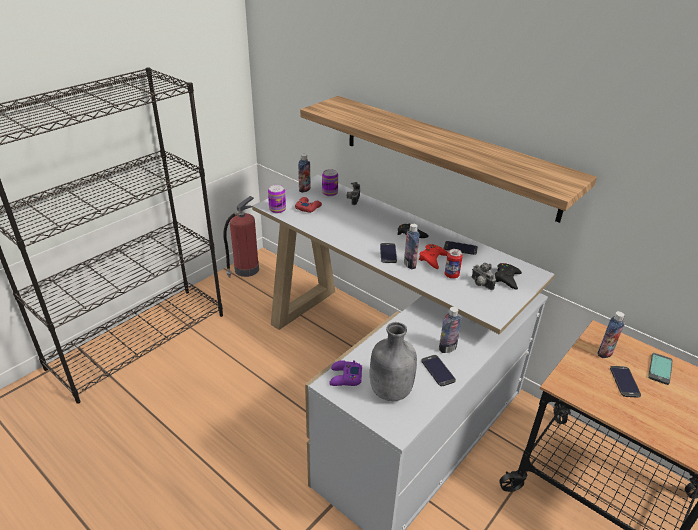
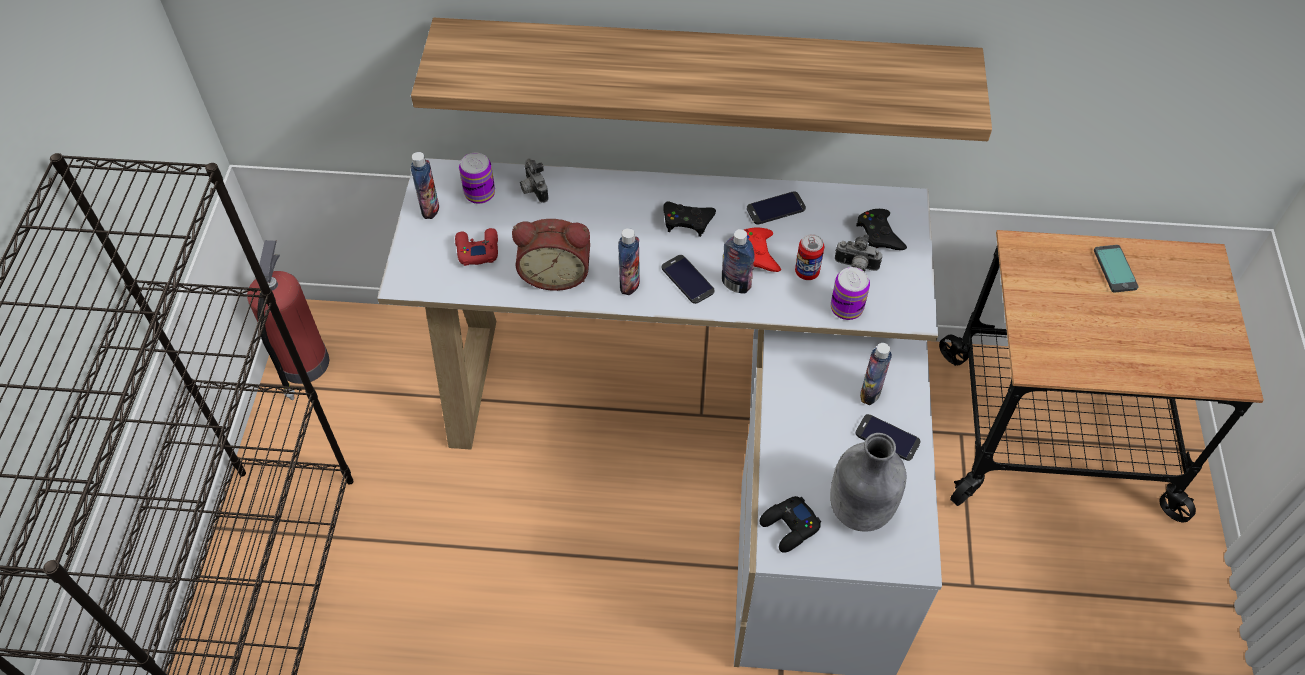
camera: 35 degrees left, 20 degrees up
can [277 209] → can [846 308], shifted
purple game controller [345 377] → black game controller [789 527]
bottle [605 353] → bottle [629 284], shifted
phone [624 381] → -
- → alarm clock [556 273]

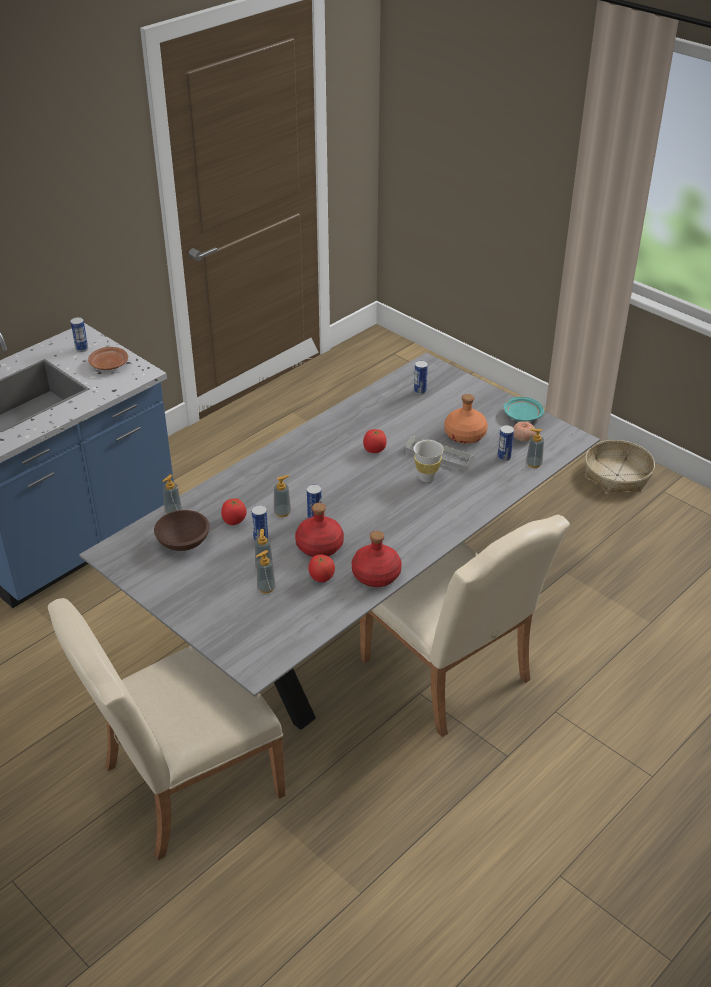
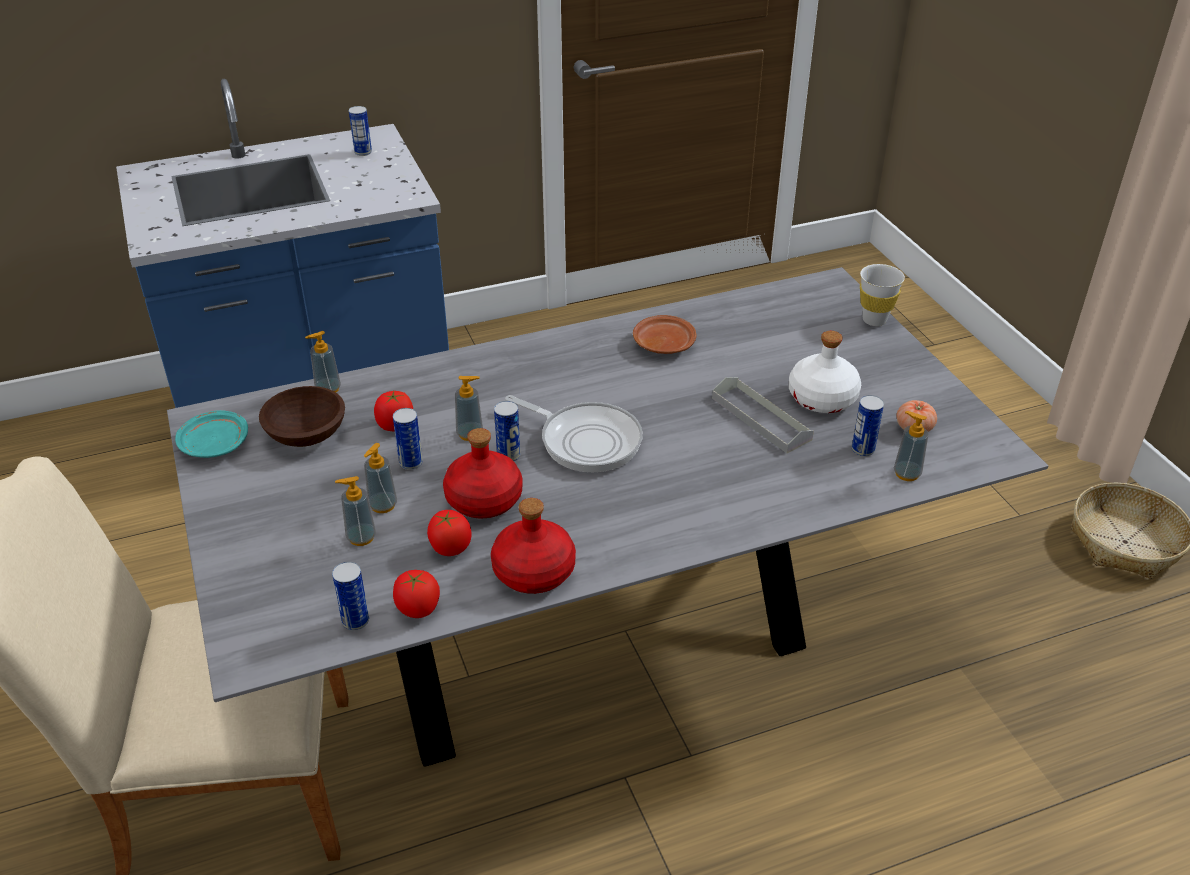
camera: 25 degrees right, 0 degrees up
brown plate [108 364] → brown plate [663 344], shifted
beige chair [452 676] → -
tomato [374 450] → tomato [418 609], shifted
can [420 391] → can [355 621], shifted
white cup [427 477] → white cup [874 320], shifted
orange bottle [464 435] → white bottle [821 398]
turquoise plate [522 415] → turquoise plate [214 444], shifted
- → frying pan [585 440]

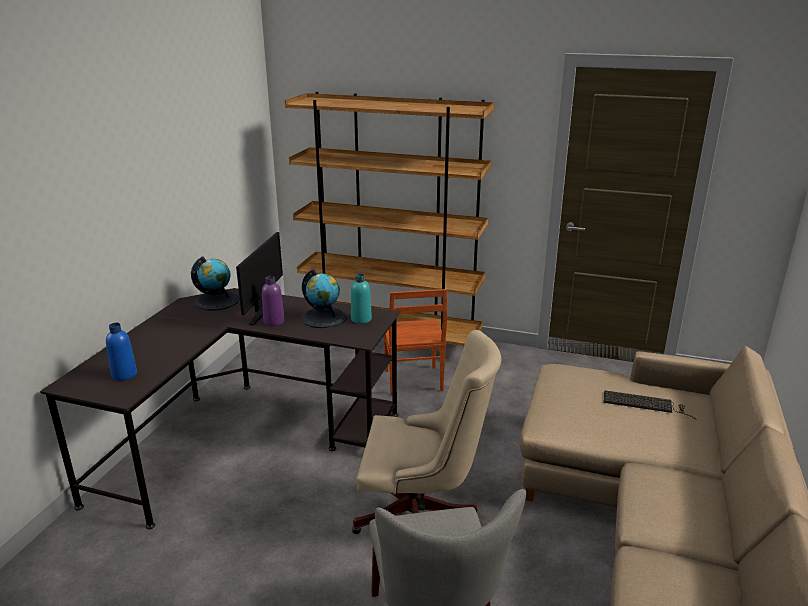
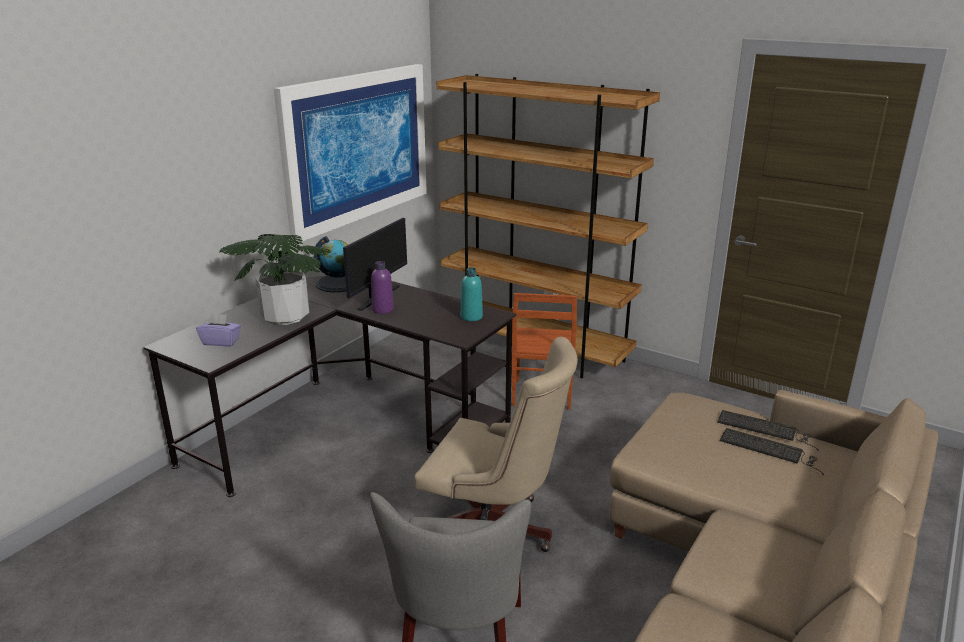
camera: 15 degrees right, 0 degrees up
blue bottle [124 374] → purple tissue box [221 342]
globe [324 317] → -
- → potted plant [285 317]
- → picture [357 147]
- → keyboard [766 429]

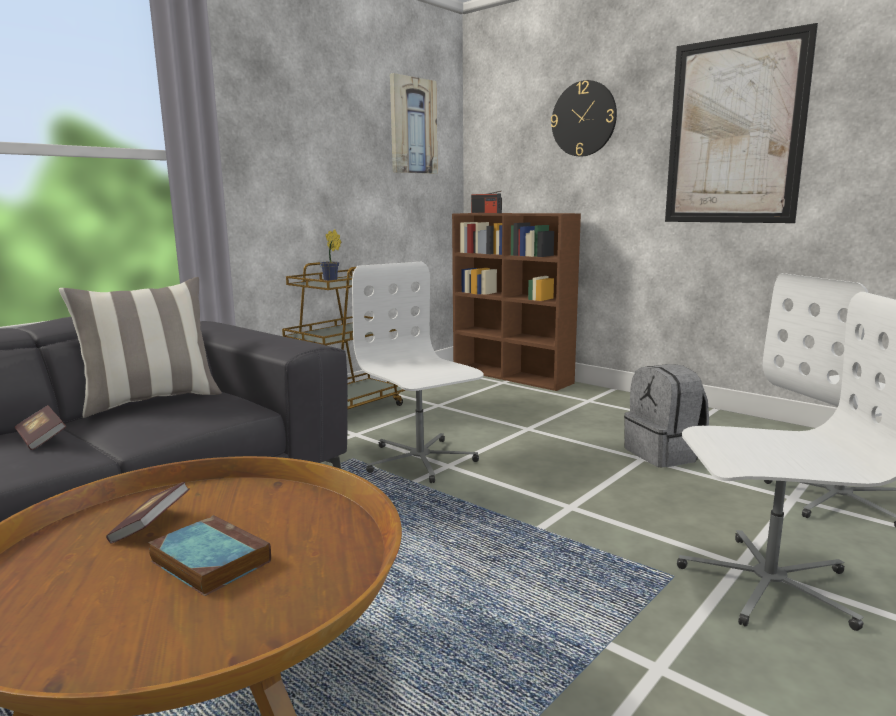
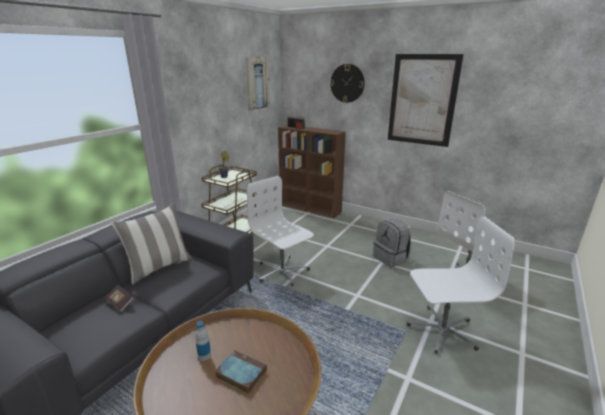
camera: 10 degrees left, 10 degrees up
book [151 527] → bottle [204 356]

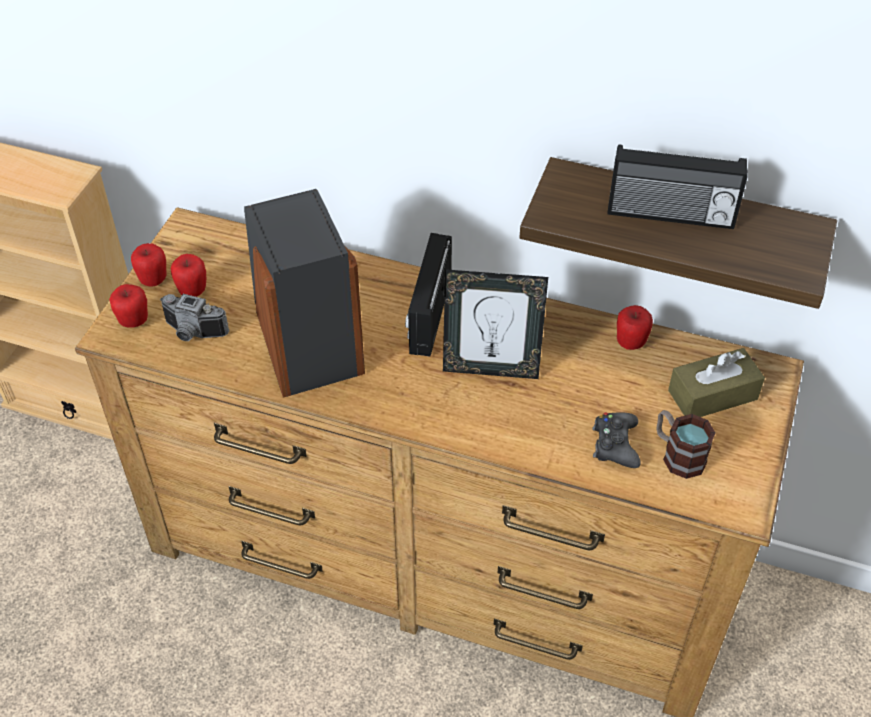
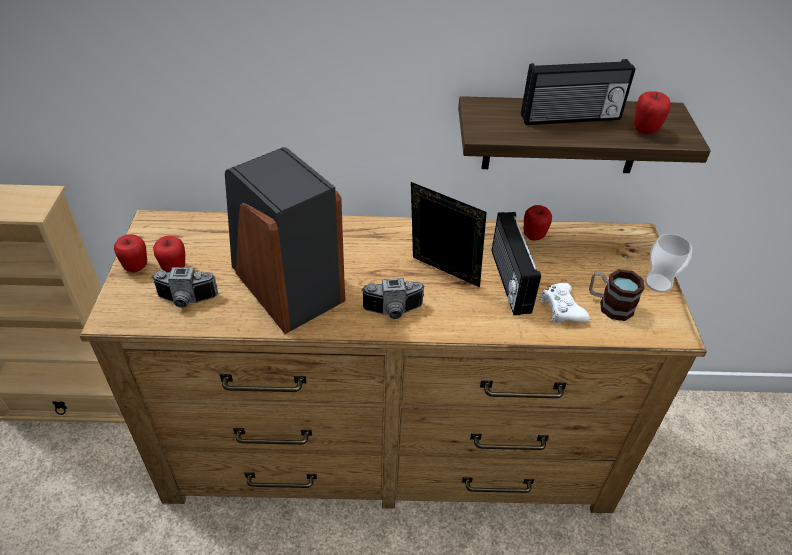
camera: 20 degrees left, 5 degrees down
apple [134 321] → apple [645 130], shifted
radio [428 315] → radio [508 281], shifted
picture frame [491 369] → picture frame [442 275], 135 degrees counterclockwise
black game controller [615 444] → white game controller [561 309]
brown tissue box [712 395] → -
- → photo camera [393 312]
- → cup [658 283]

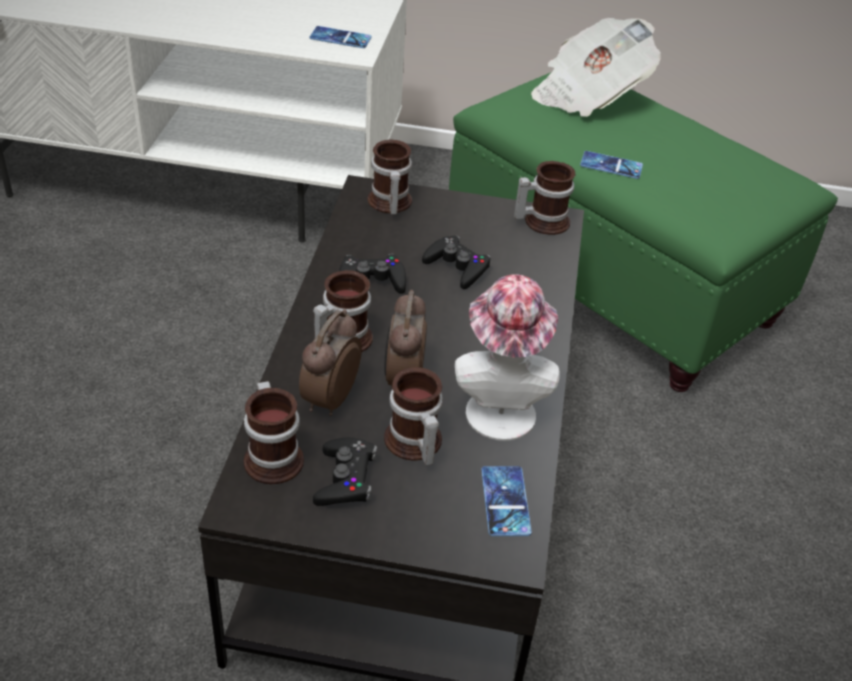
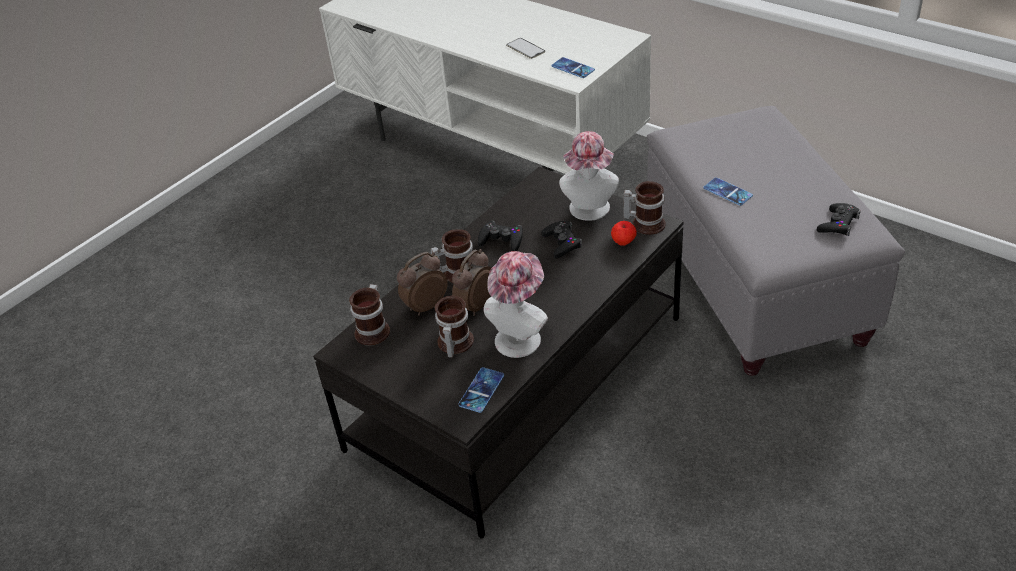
camera: 35 degrees right, 0 degrees up
black game controller [345 479] → black game controller [838 224], shifted
mug [388 203] → -
green ottoman [612 283] → grey ottoman [756 283]
newspaper [588 95] → -
- → phone [525 48]
- → hat [590 211]
- → apple [623 242]

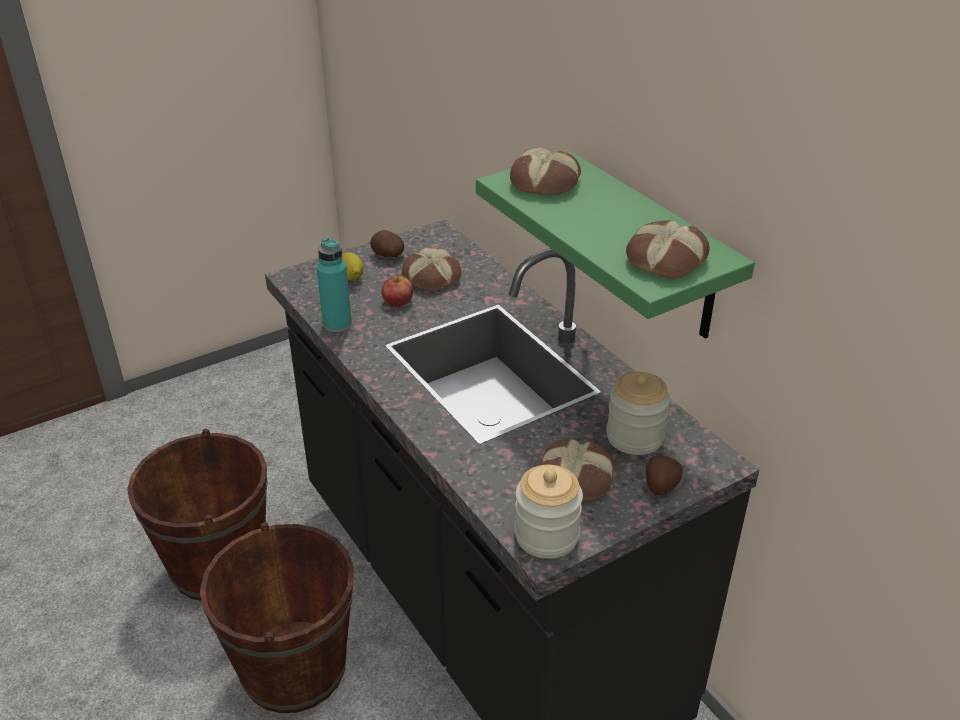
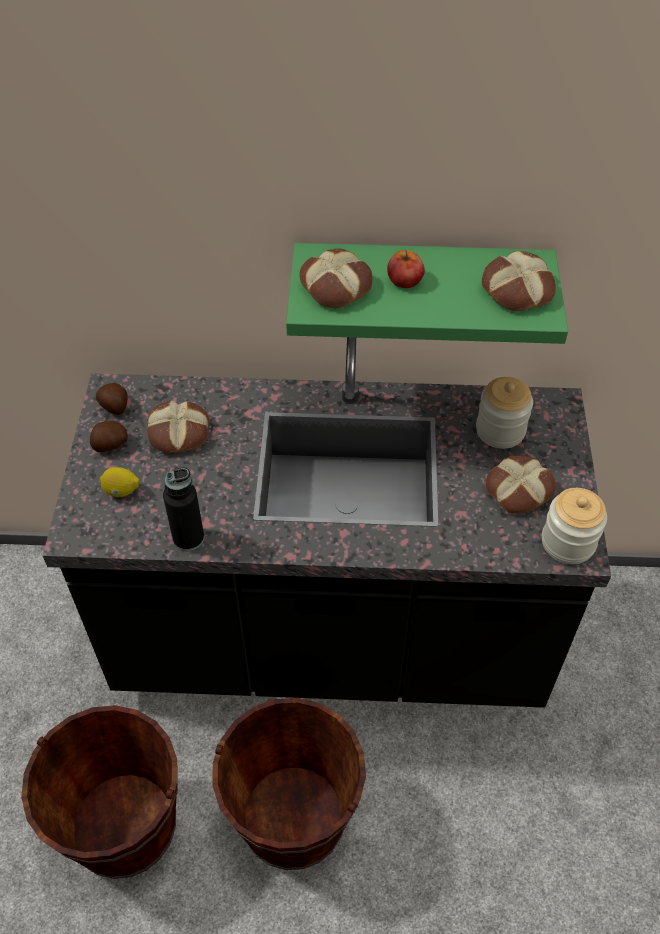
camera: 55 degrees left, 15 degrees up
turquoise bottle [337 324] → black bottle [188 538]
apple [397 301] → apple [404 279], shifted
potato [660 486] → potato [115 407], shifted

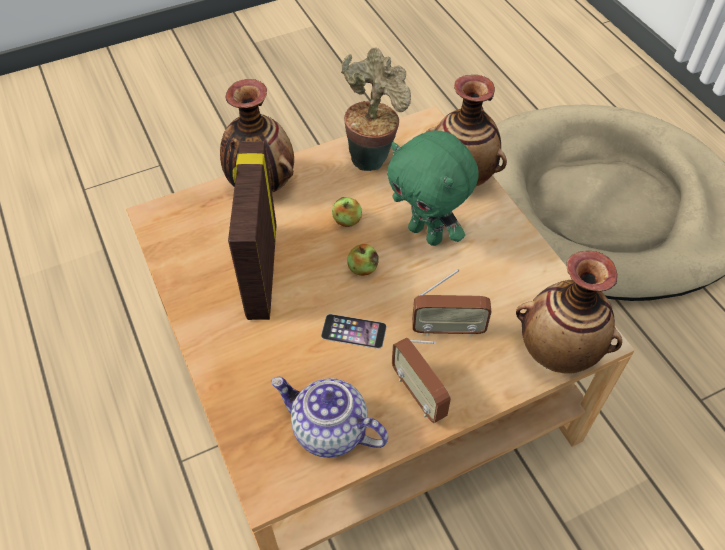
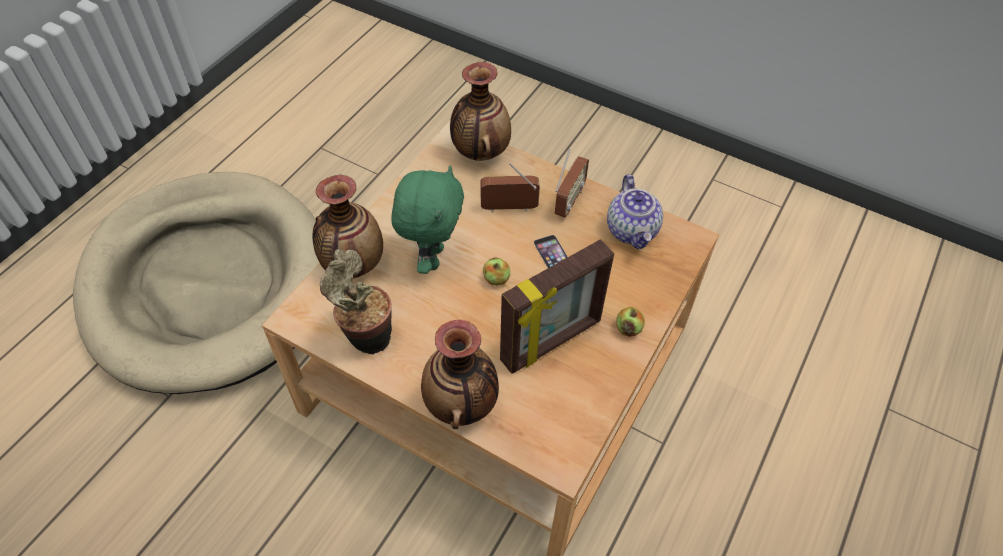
camera: 125 degrees left, 0 degrees up
apple [347 221] → apple [628 329], shifted
radio [448 329] → radio [509 208], 60 degrees counterclockwise

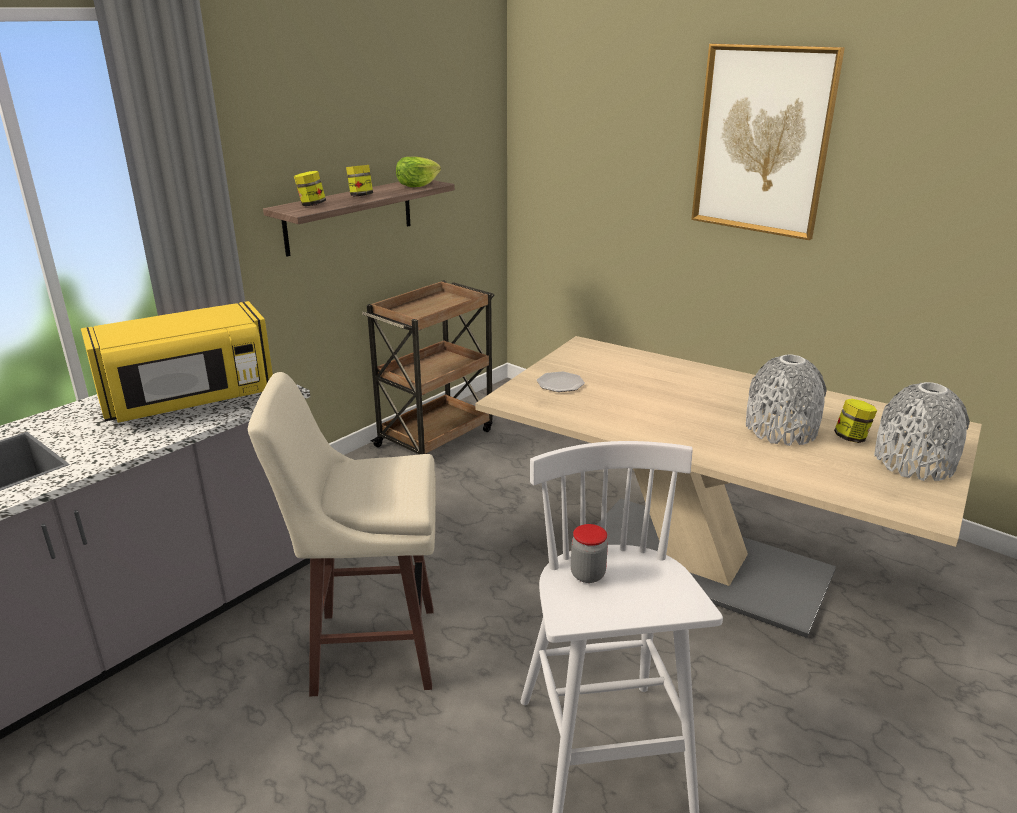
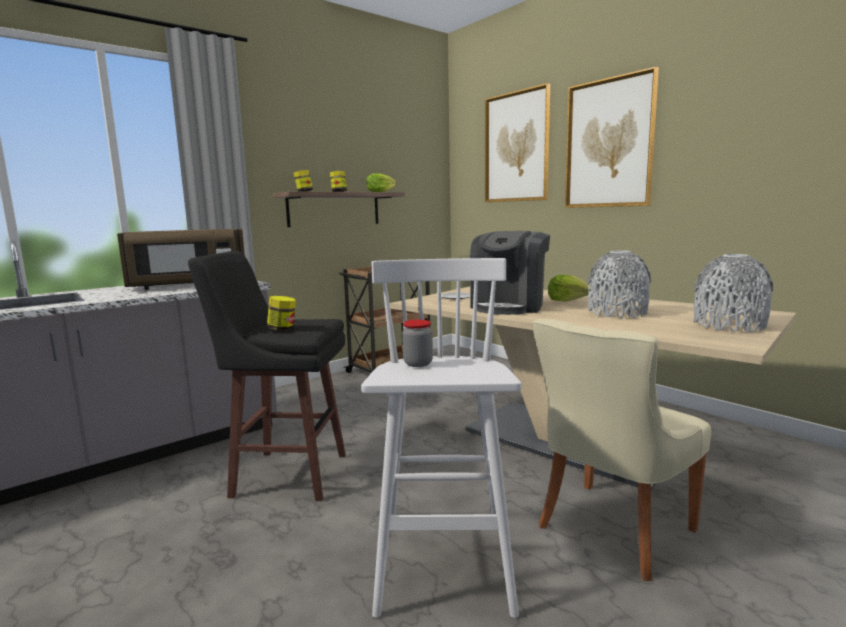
camera: 10 degrees right, 15 degrees down
yellow microwave [189 400] → brown microwave [189 285]
beige stool [370 649] → black stool [287 474]
jar [851 438] → jar [282 329], shifted
- → coffee machine [509 306]
- → picture [516 147]
- → beige chair [611 530]
- → lettuce [567 300]

